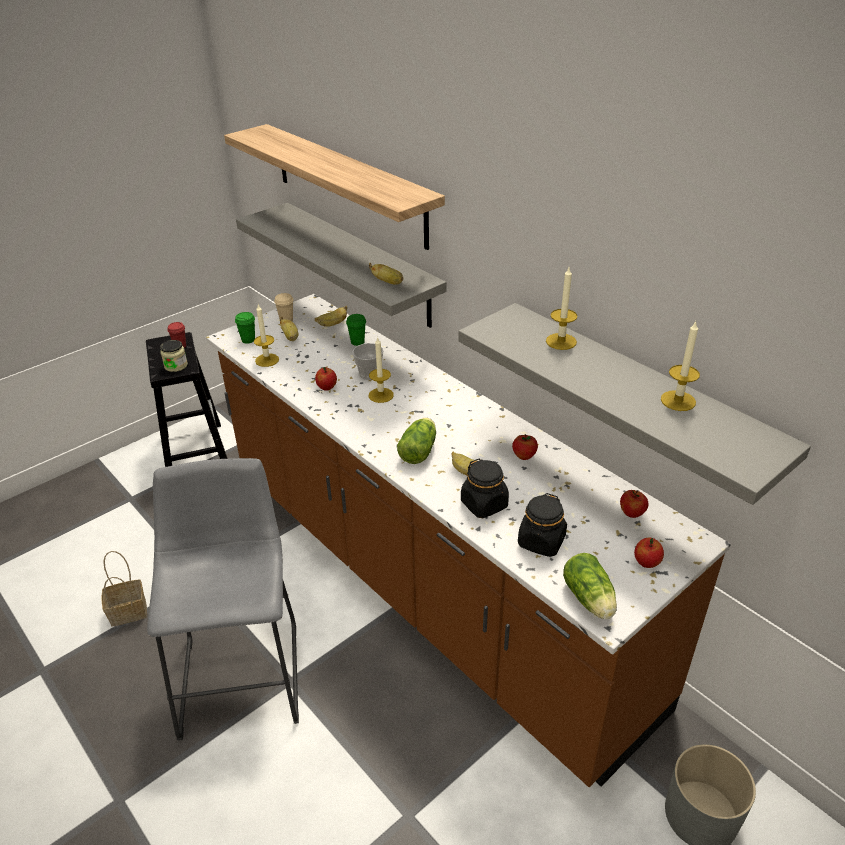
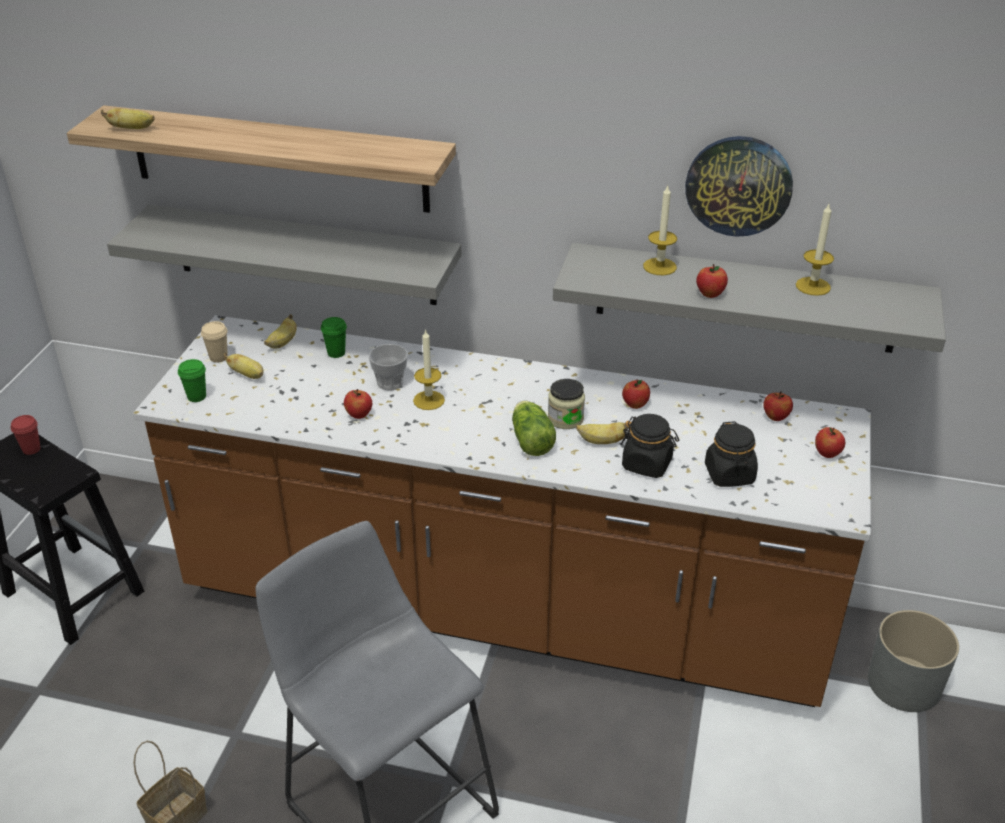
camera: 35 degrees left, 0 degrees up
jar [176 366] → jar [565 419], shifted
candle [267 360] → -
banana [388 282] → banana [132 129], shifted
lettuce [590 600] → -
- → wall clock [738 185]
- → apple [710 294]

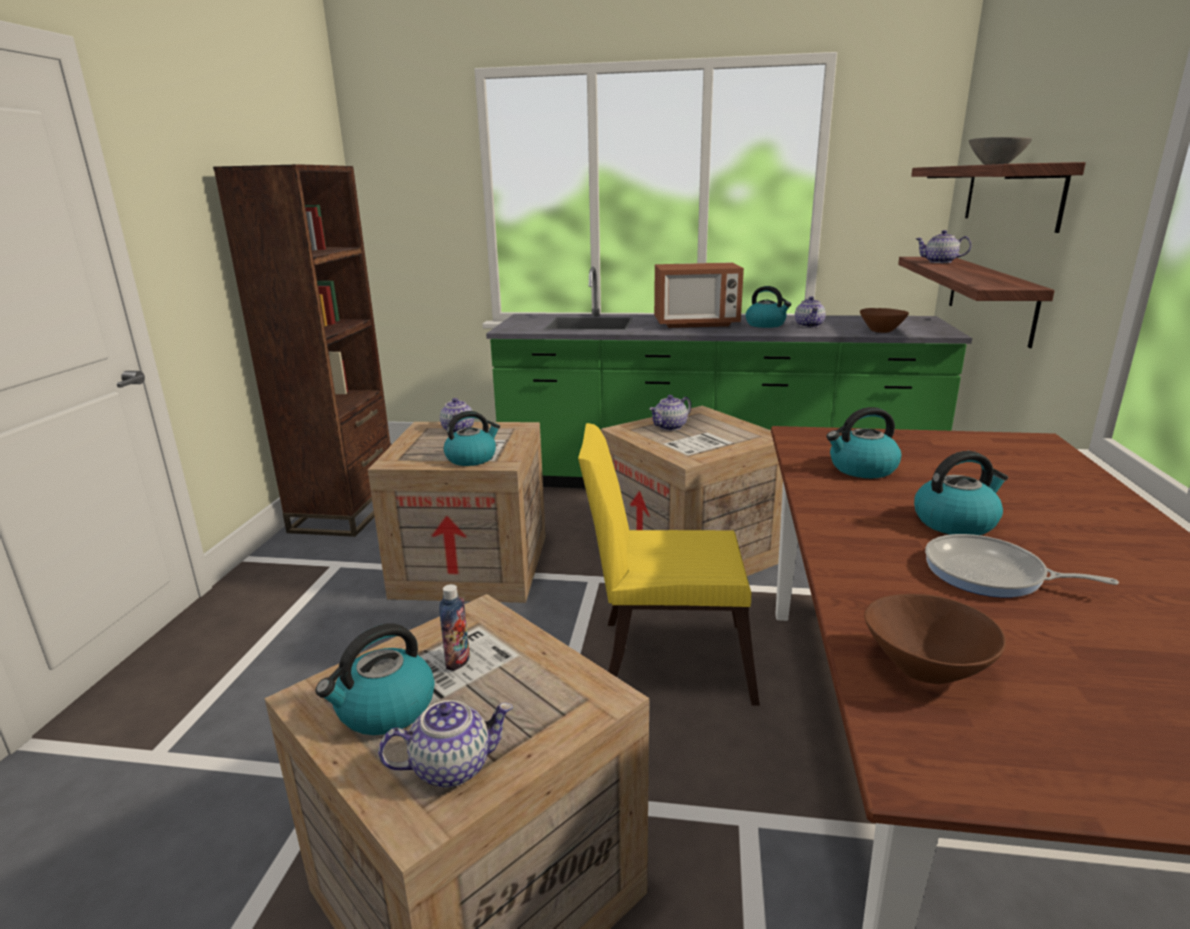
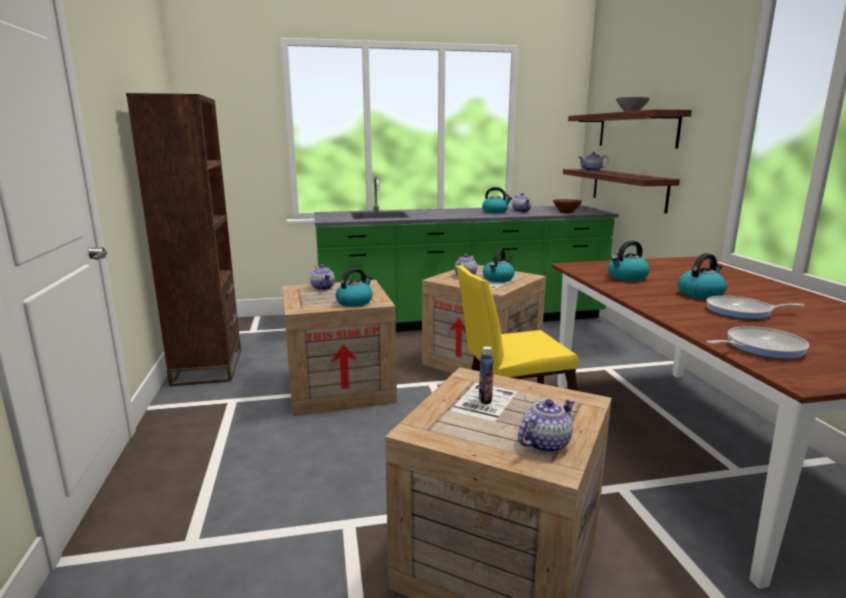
camera: 20 degrees left, 5 degrees down
kettle [385 709] → kettle [498 279], shifted
microwave [696 324] → -
brown bowl [924 668] → frying pan [760 347]

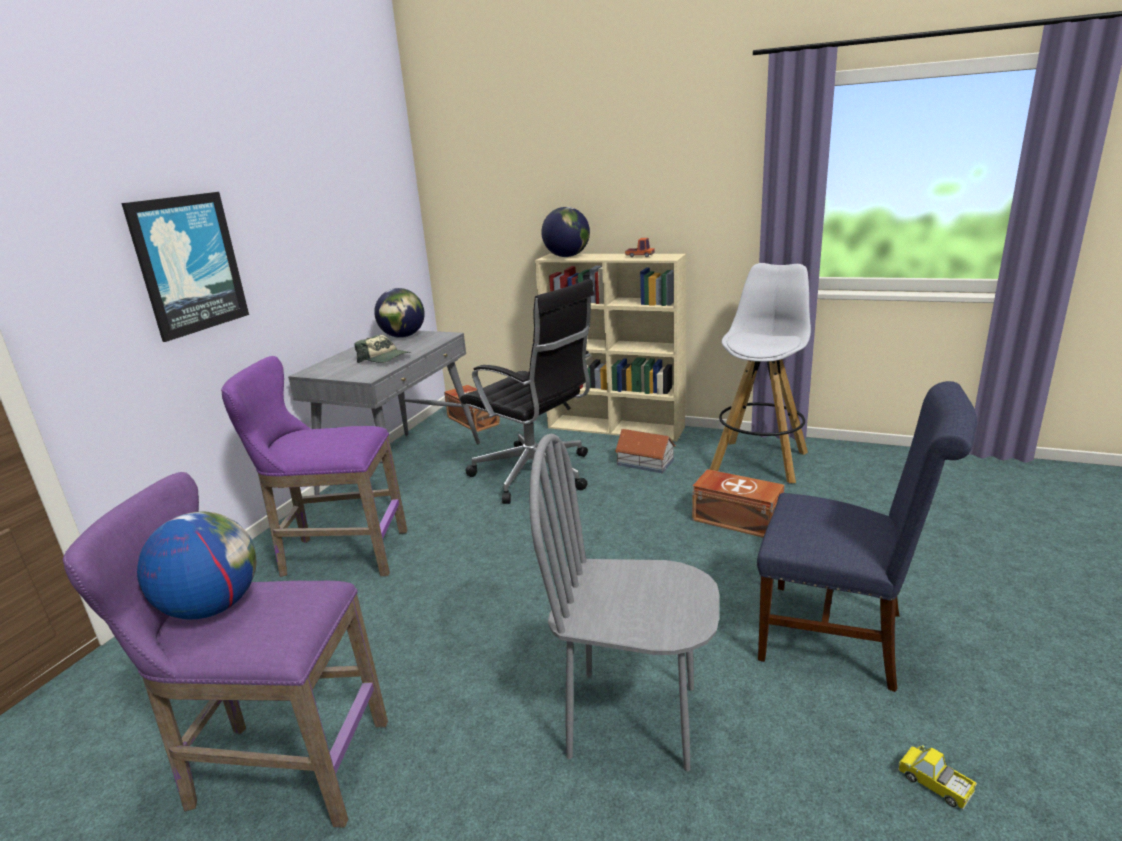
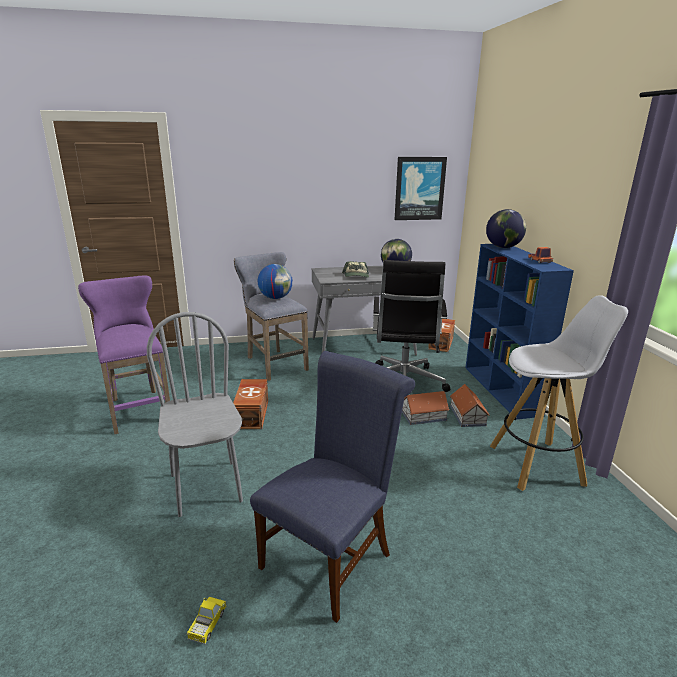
camera: 55 degrees right, 0 degrees up
picture [188 264] → picture [419 188], shifted
globe [212 607] → globe [275 298], shifted
purple stool [337 555] → grey stool [274 362]
beige bookcase [617 427] → blue bookcase [502 390]
brown storage box [736 519] → brown storage box [253 414], shifted
blue chair [842 637] → blue chair [331 556], 135 degrees counterclockwise
- → toy house [424 416]

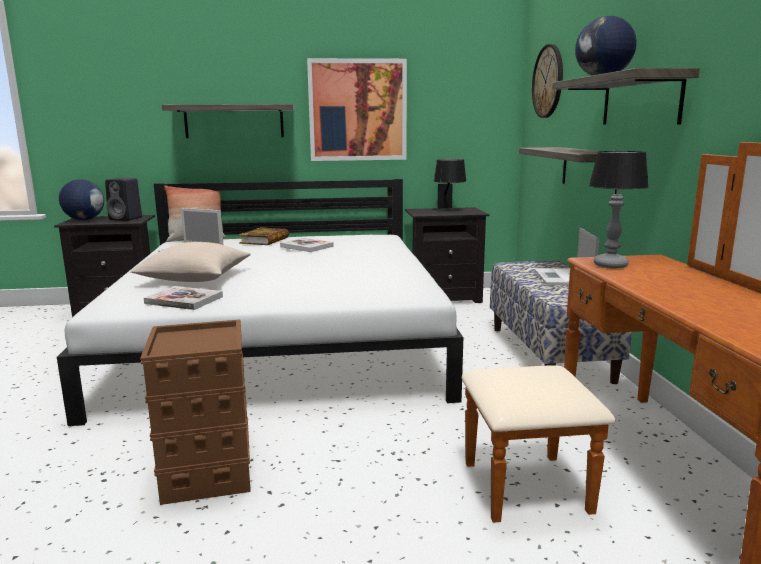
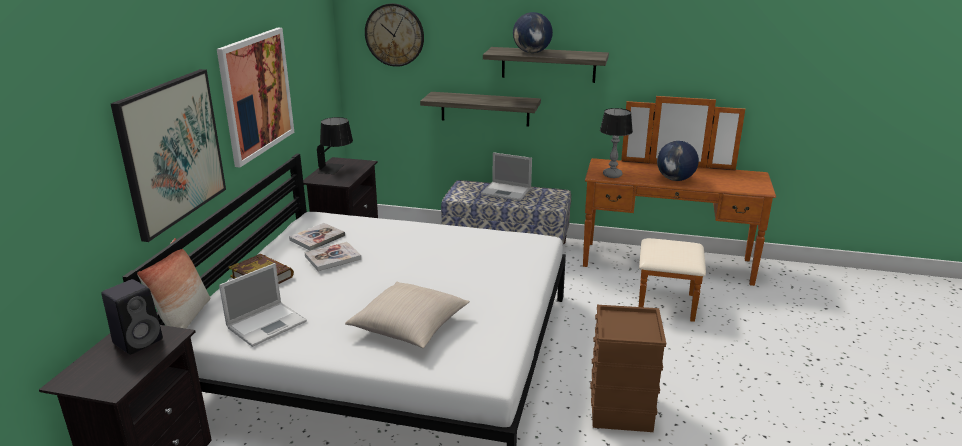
camera: 70 degrees left, 10 degrees up
globe [84 220] → globe [675 179], shifted
book [184 300] → book [317 238], shifted
shelf [234 121] → picture [171 151]

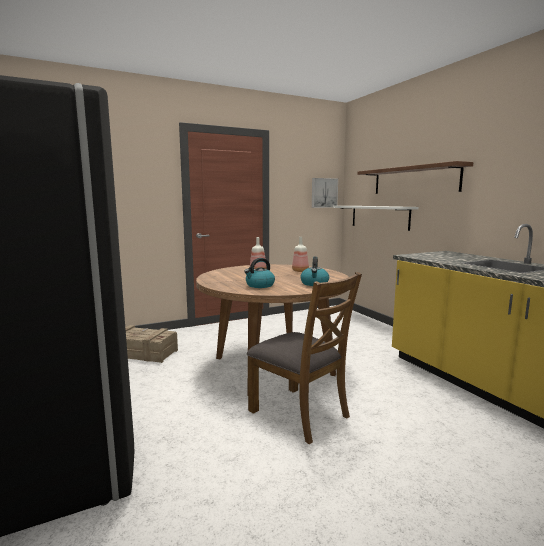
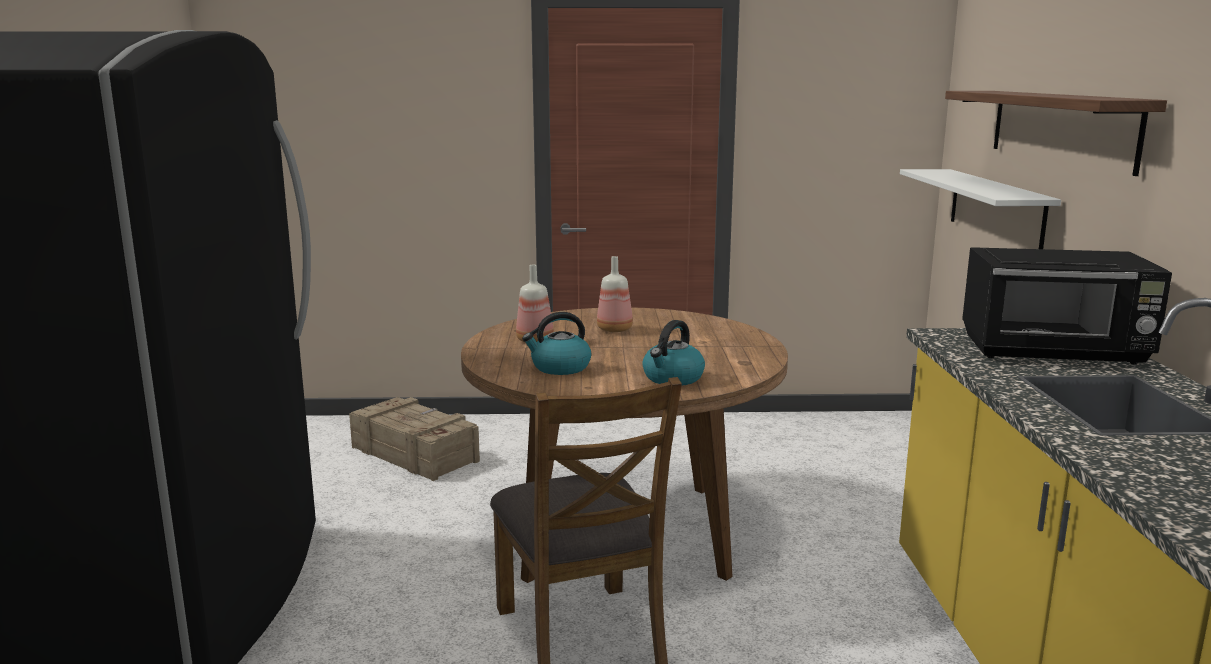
camera: 25 degrees right, 5 degrees up
bottle [300 271] → bottle [535 340], shifted
picture [324 193] → -
- → black microwave [1054 352]

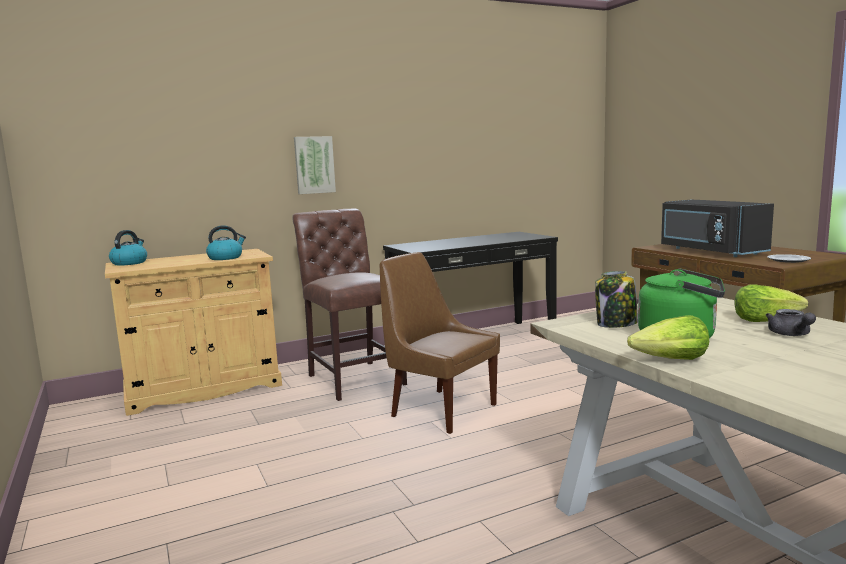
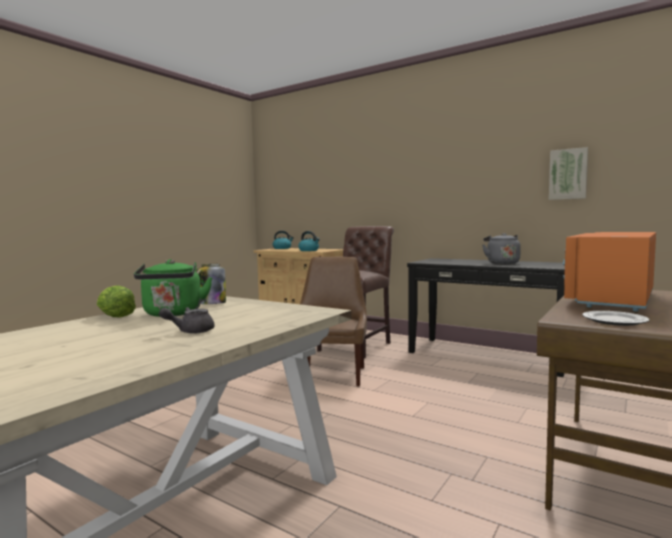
camera: 60 degrees right, 5 degrees down
picture [314 165] → picture [568 174], shifted
black microwave [709 251] → orange microwave [609 299]
lettuce [765 320] → -
- → grey kettle [501 263]

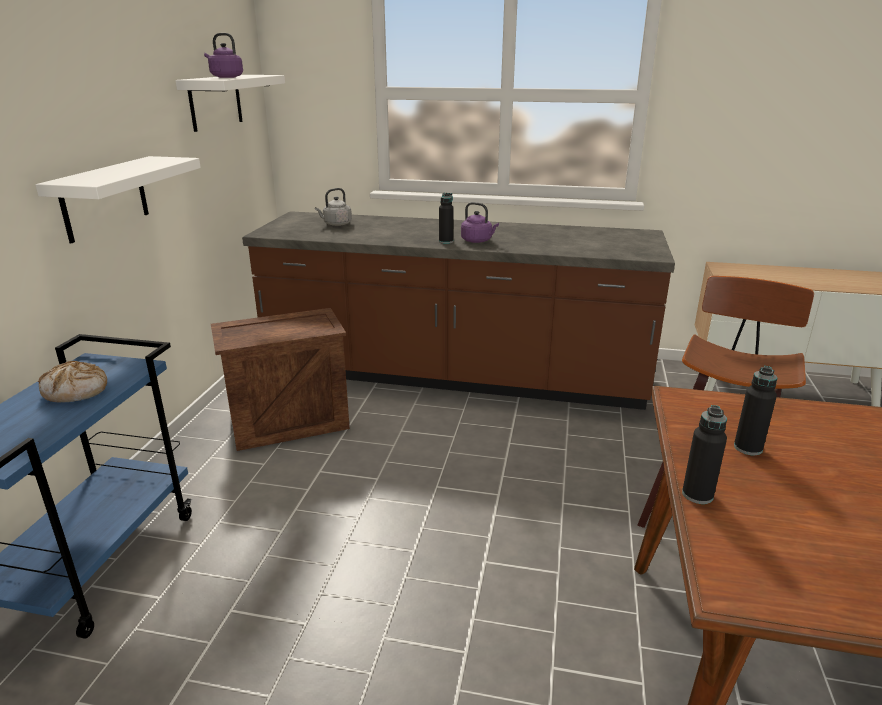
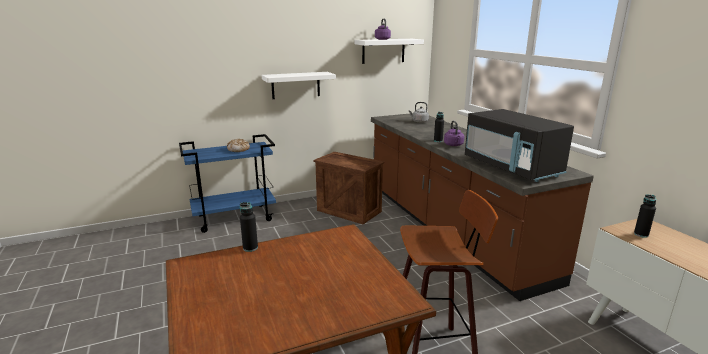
camera: 55 degrees right, 5 degrees down
black bottle [748 448] → black bottle [641 234], shifted
- → black microwave [511 168]

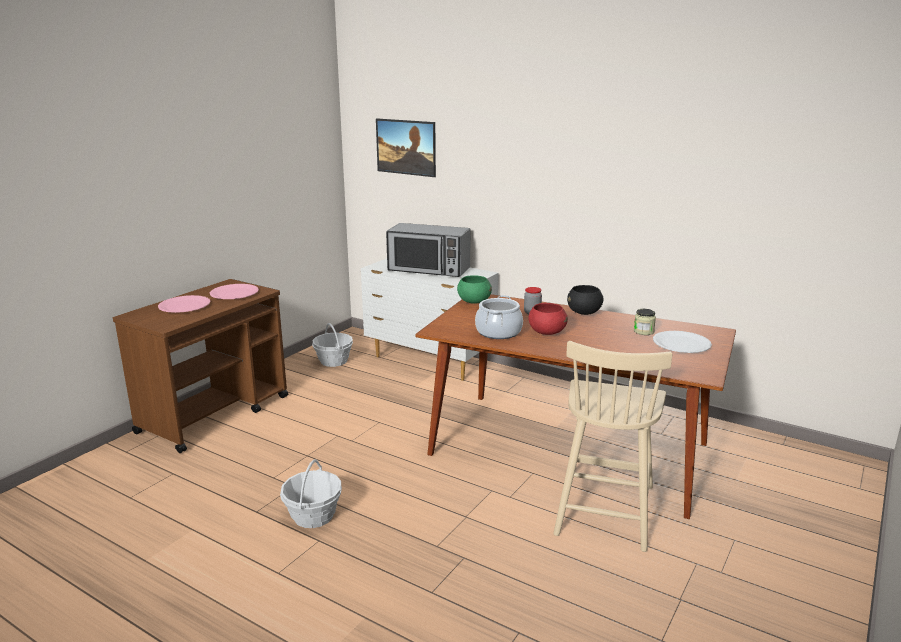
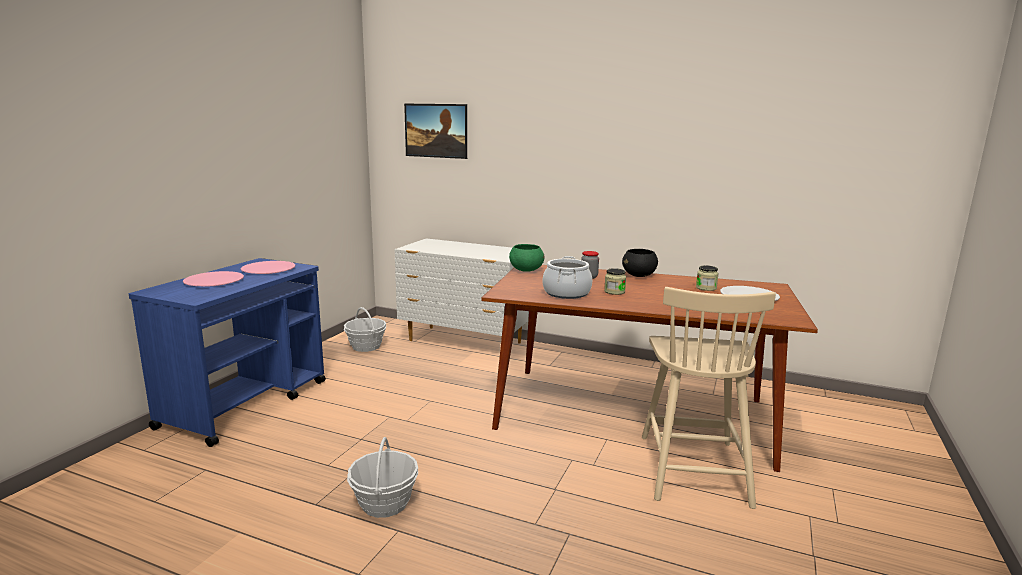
camera: 10 degrees left, 5 degrees down
brown cart [215 414] → blue cart [246 403]
microwave [429 269] → -
red bowl [546 332] → jar [614 292]

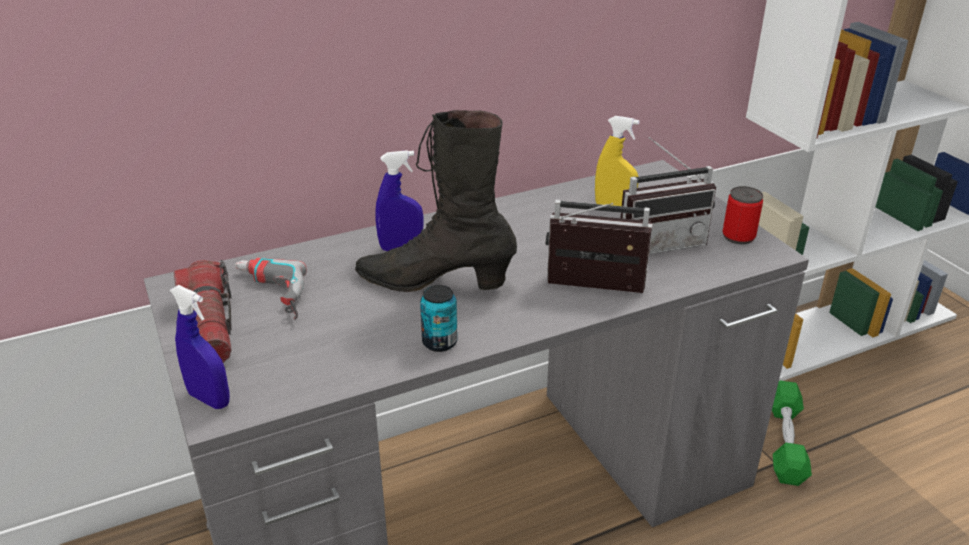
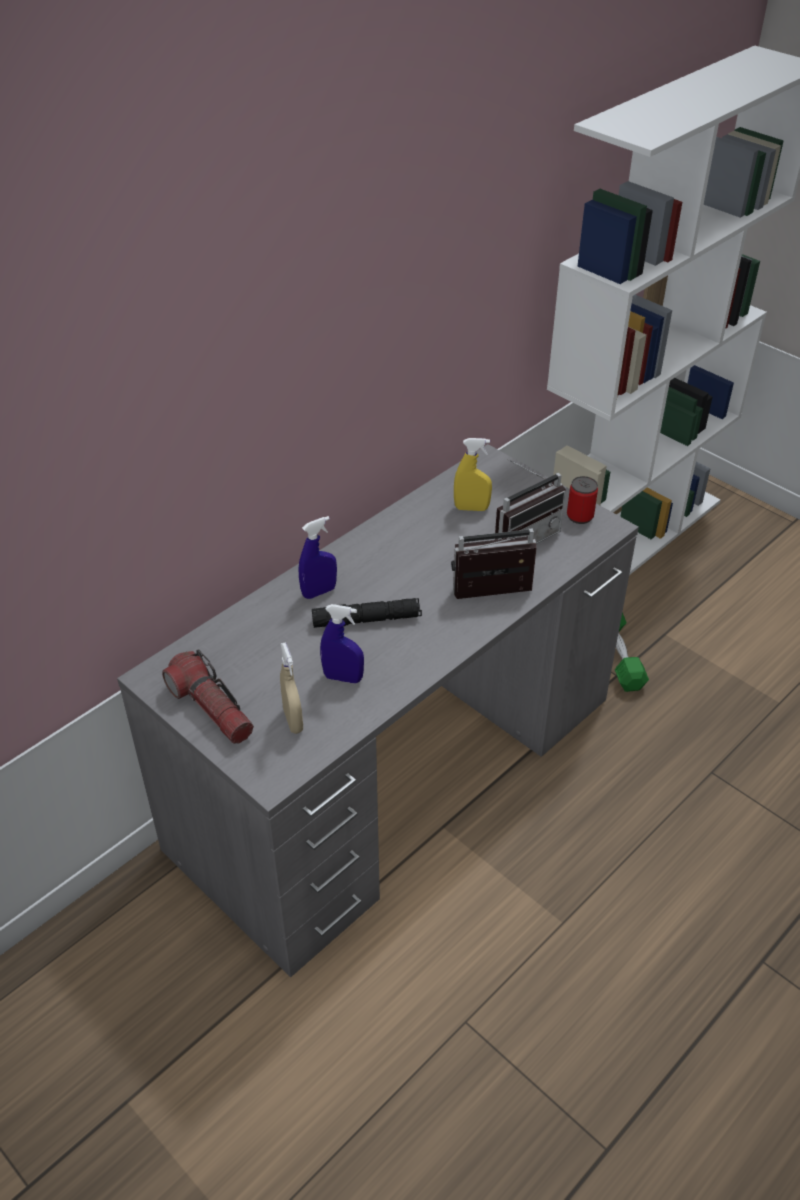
camera: 20 degrees left, 10 degrees up
blue spray bottle [209 399] → blue spray bottle [343 678], shifted
power drill [266 296] → -
black boot [435 282] → black flashlight [367 620]
can [439 342] → -
- → beige spray bottle [293 721]

